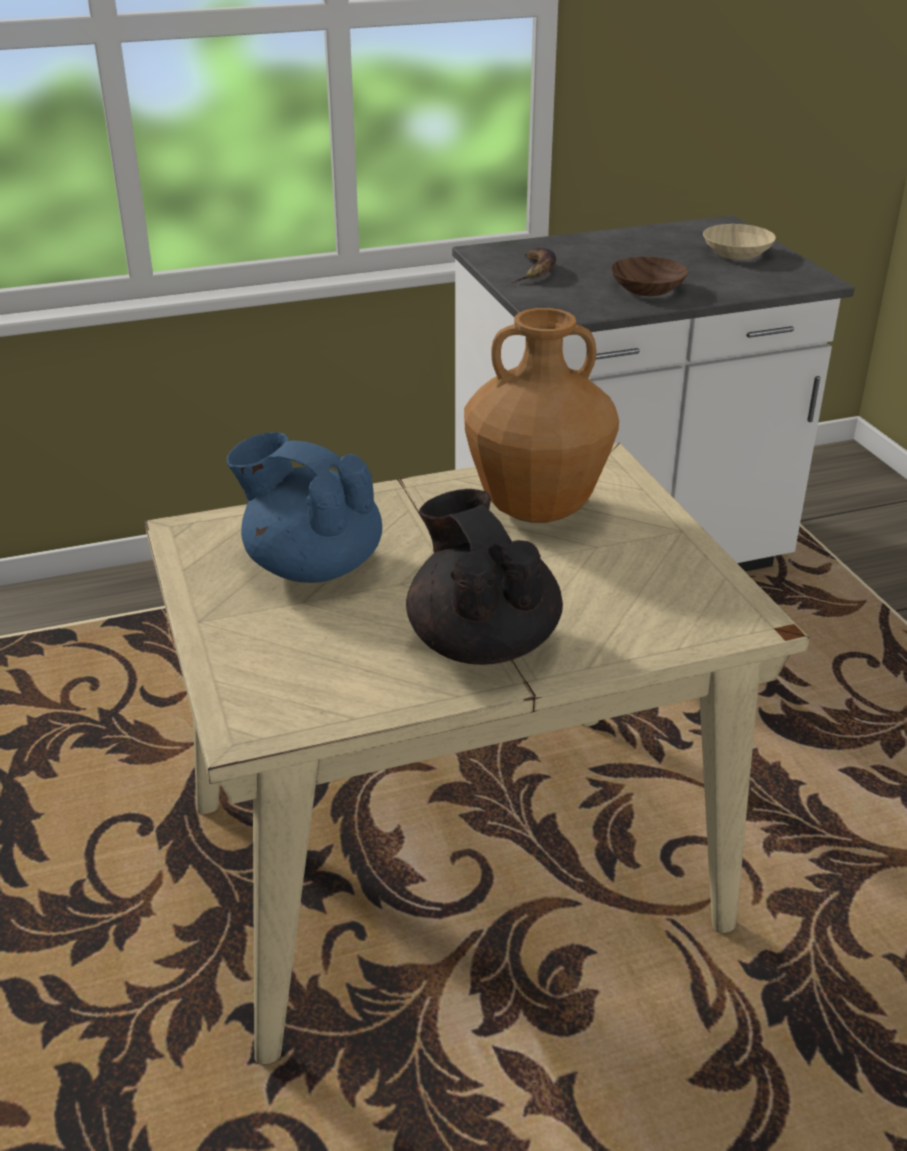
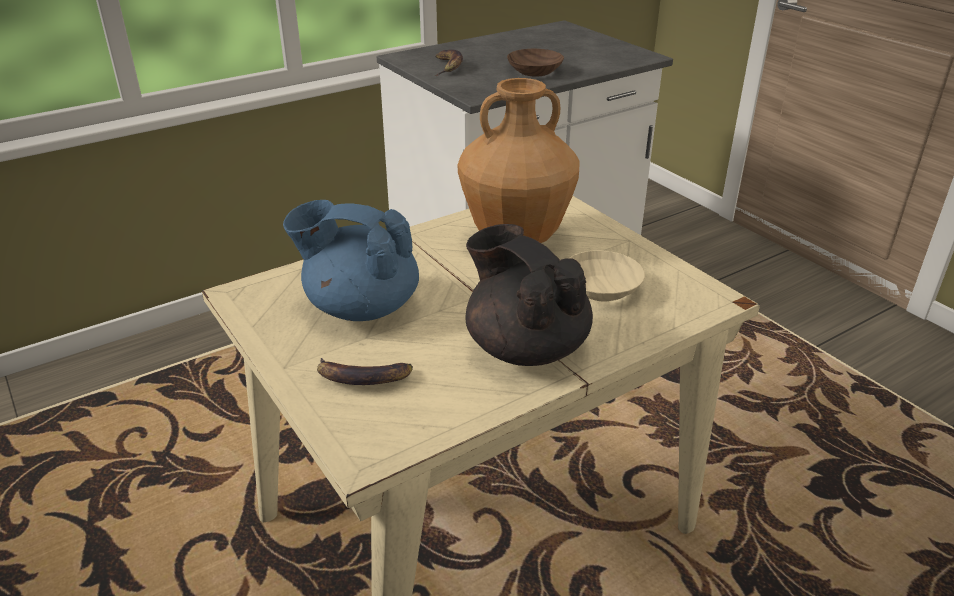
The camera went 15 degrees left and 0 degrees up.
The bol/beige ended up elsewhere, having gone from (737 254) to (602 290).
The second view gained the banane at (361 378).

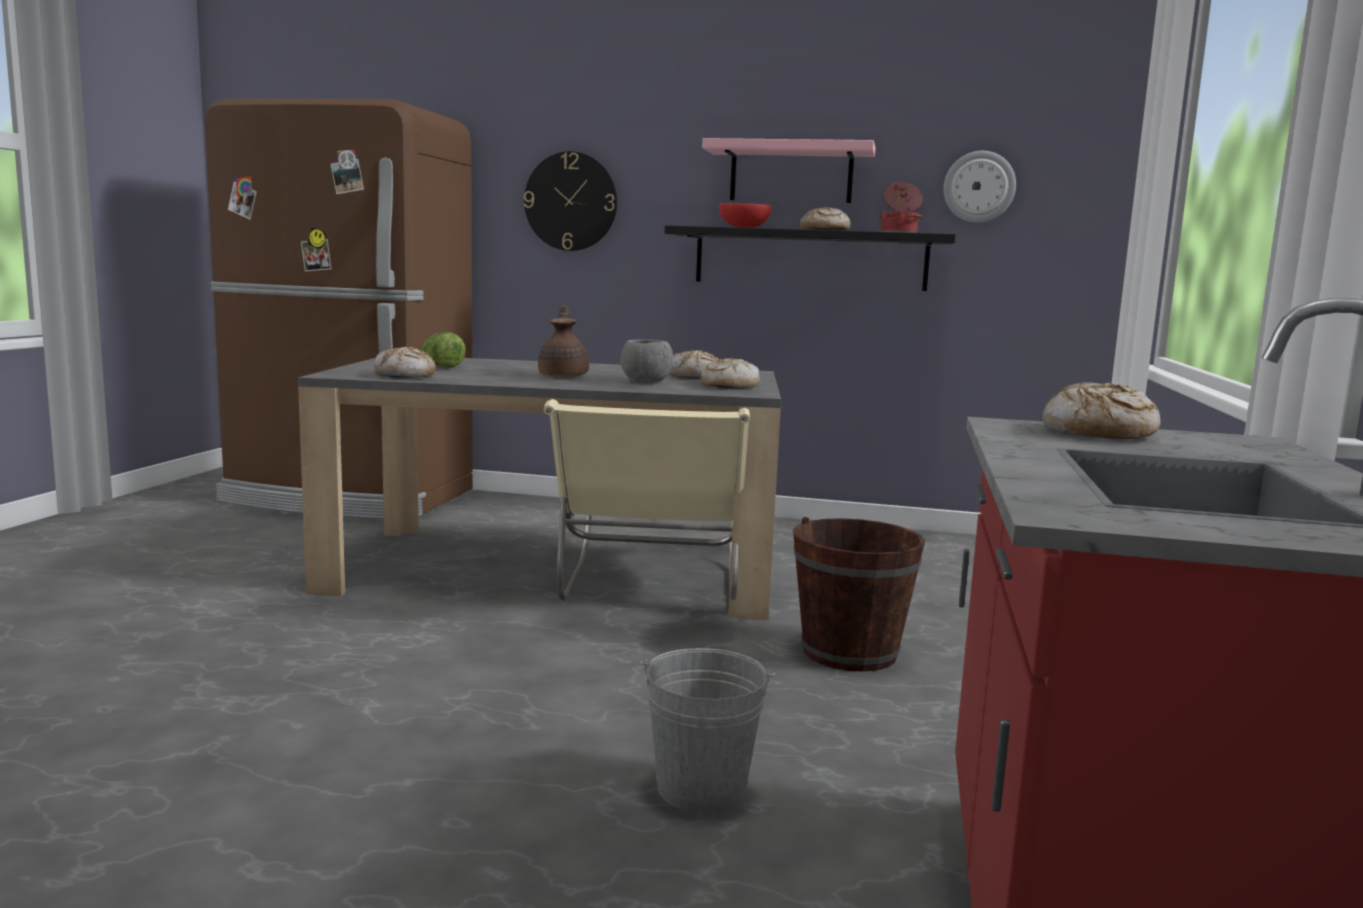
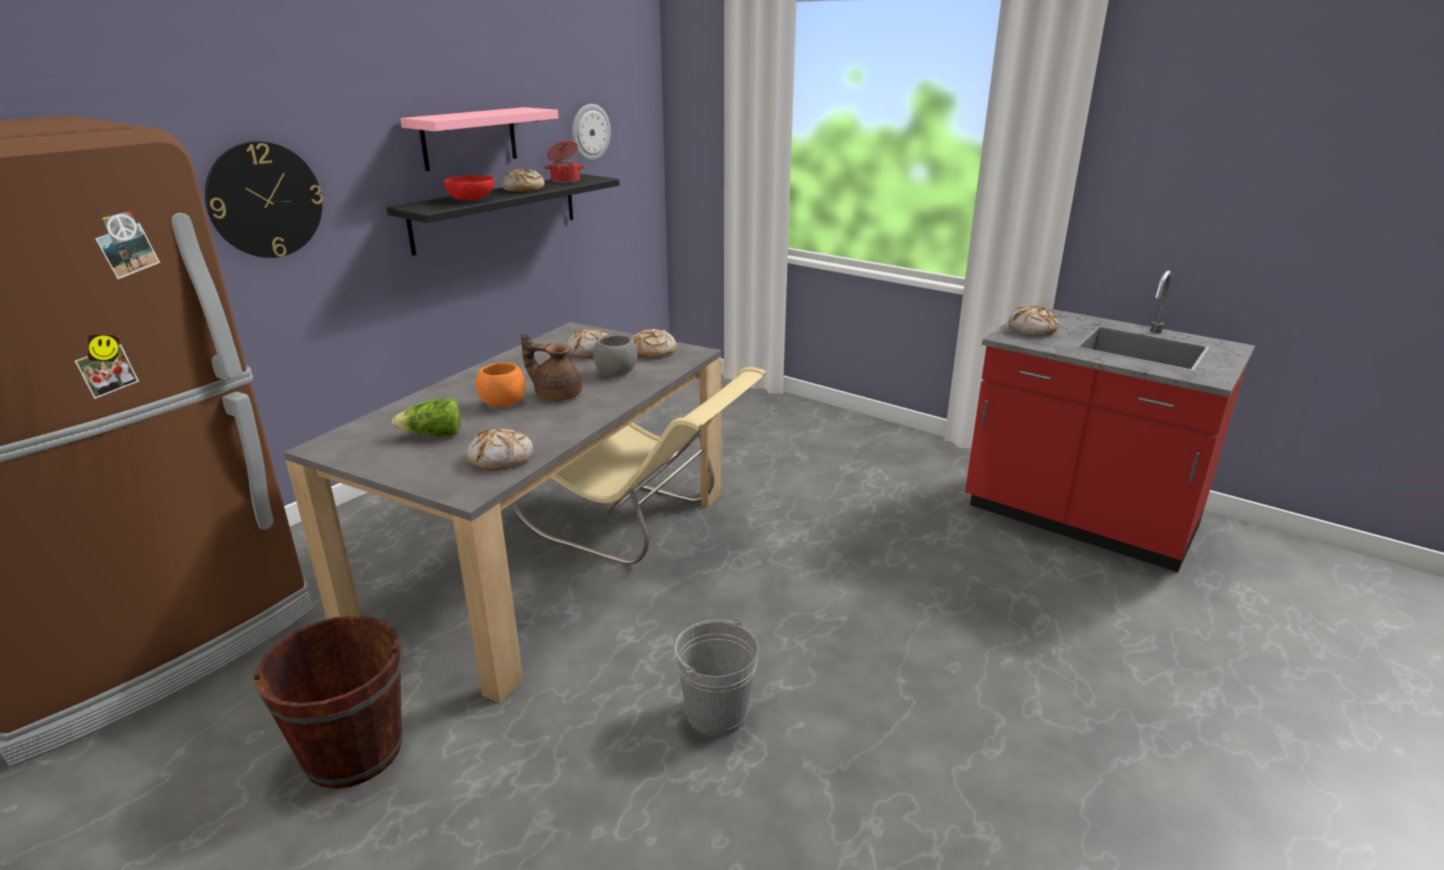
The camera went 65 degrees left and 15 degrees up.
The seau/marron ended up elsewhere, having gone from (849 652) to (353 751).
The seau/gris ended up elsewhere, having gone from (702 788) to (717 713).
The second view gained the bol/orange at (503 404).

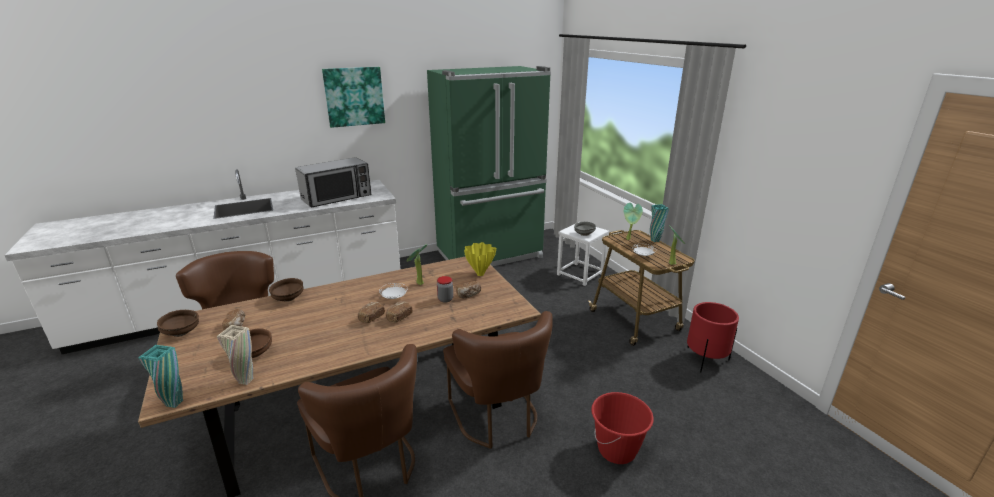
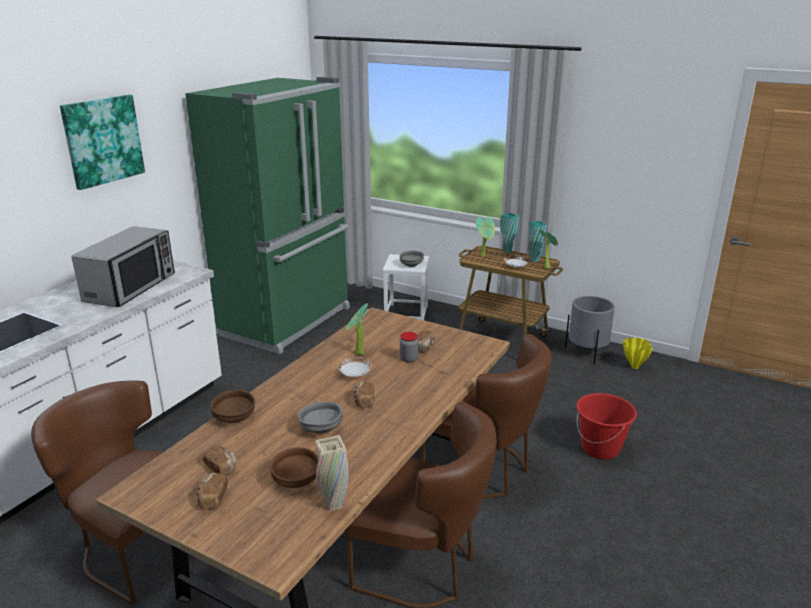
The camera went 35 degrees left and 0 degrees up.
The vase/jaune ended up elsewhere, having gone from (480 274) to (634 367).
The pain ended up elsewhere, having gone from (399 317) to (212 498).
What was the cache-pot/rouge at (705 359) turned into the cache-pot/gris at (587 353).
The second view lost the bol/marron at (182 332).
The vase/turquoise ended up elsewhere, having gone from (174 403) to (534 260).
The second view gained the bol/gris at (321 429).

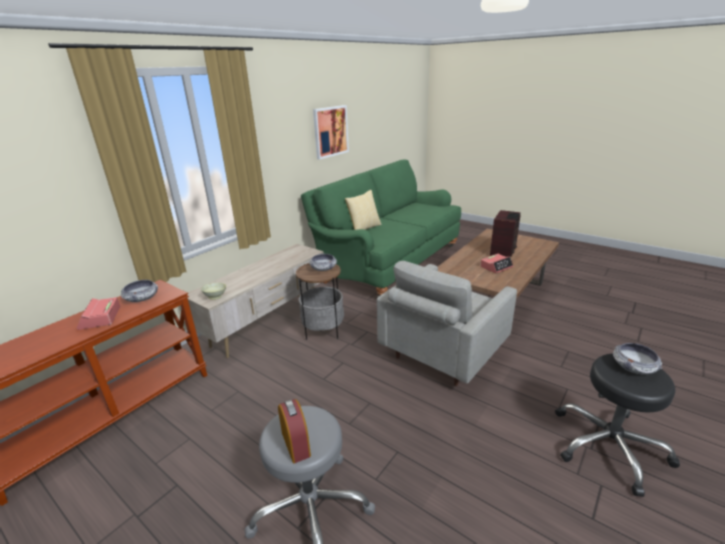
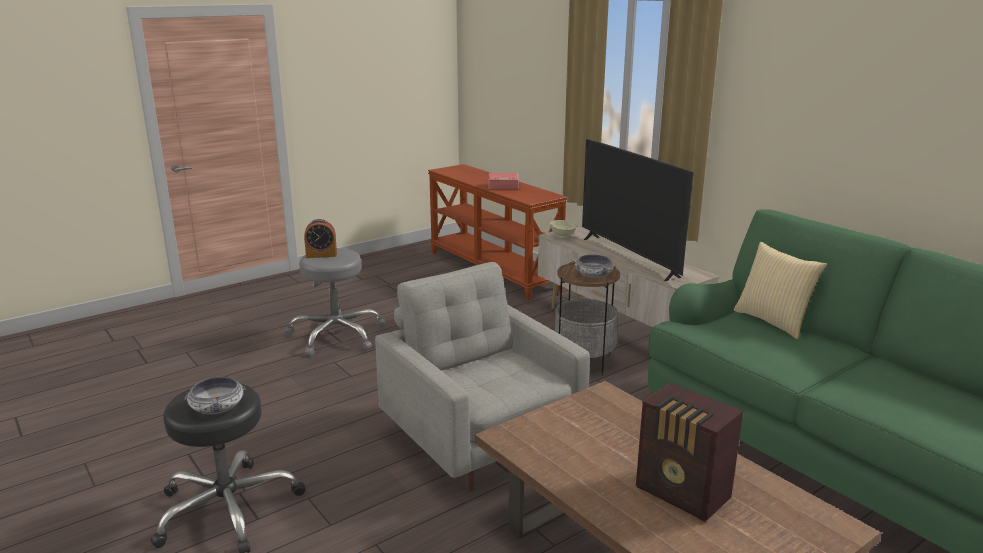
The camera went 105 degrees right and 5 degrees down.
The second view lost the tableau at (330 131).
The second view lost the réveil at (496 267).
The second view lost the bol at (142 298).
The second view gained the téléviseur at (629 257).

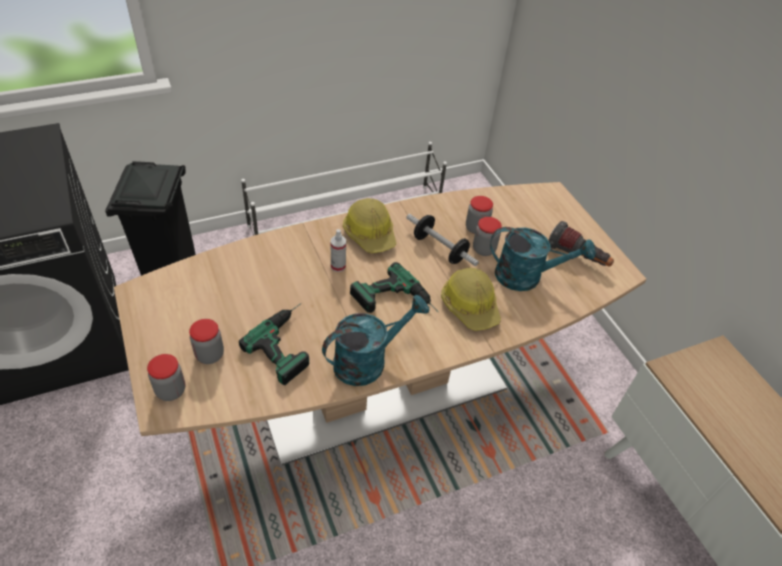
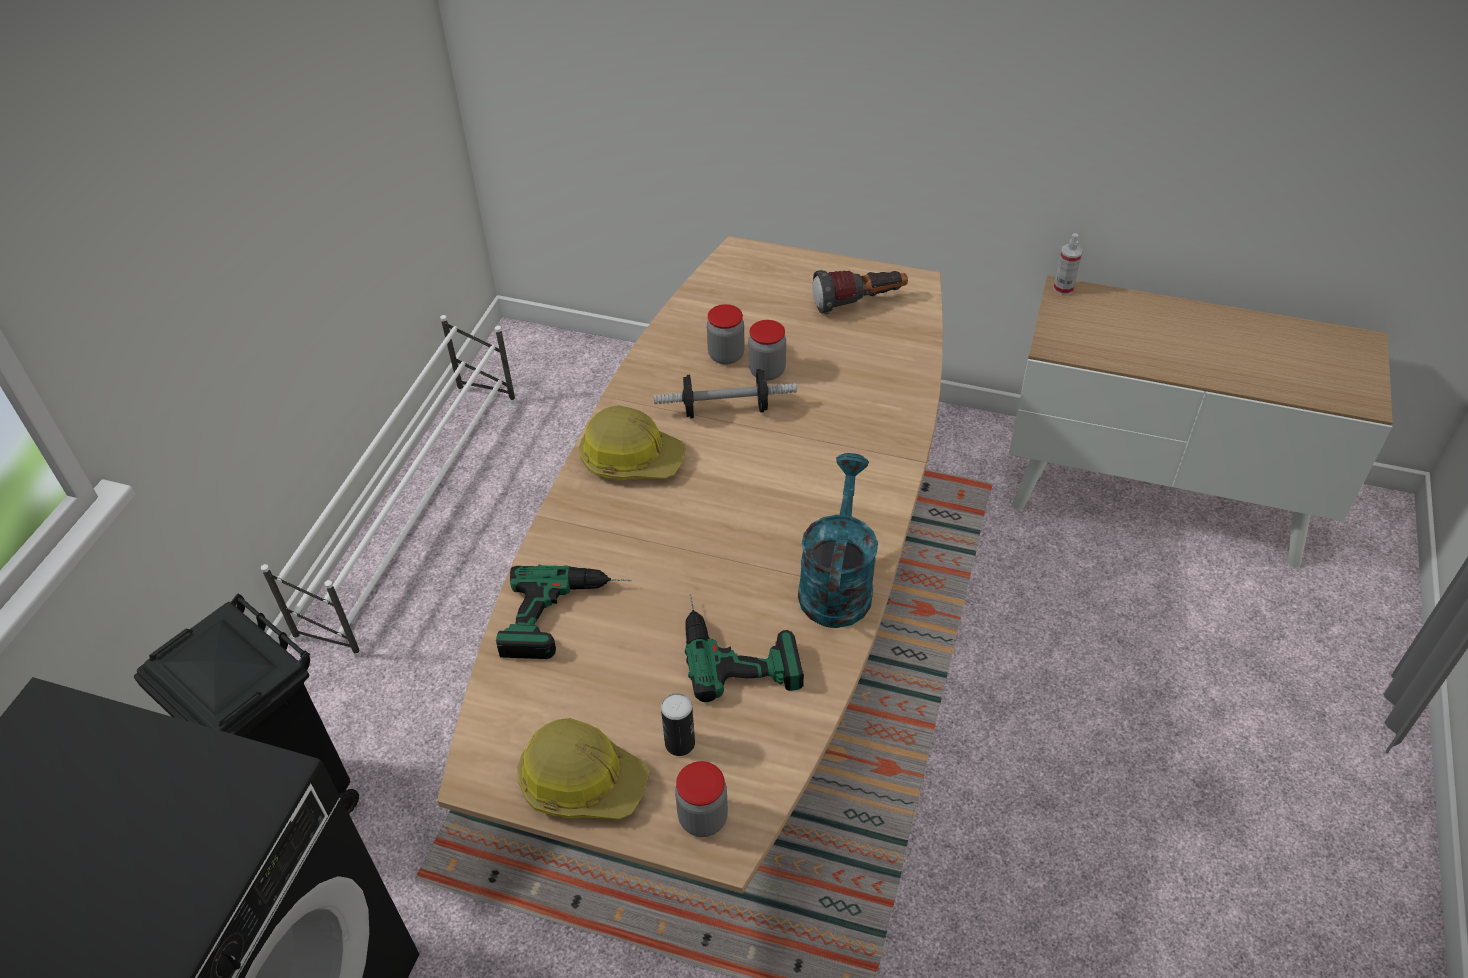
The camera went 45 degrees left and 0 degrees up.
The second view lost the arrosoir/turquoise at (526 276).
The vaporisateur ended up elsewhere, having gone from (338 266) to (1063 288).
The perceuse ended up elsewhere, having gone from (396 303) to (567 616).
The casque de chantier ended up elsewhere, having gone from (470 306) to (582 781).
Where the bocal stood at (210 355), the boîte métallique came to stand at (680 743).

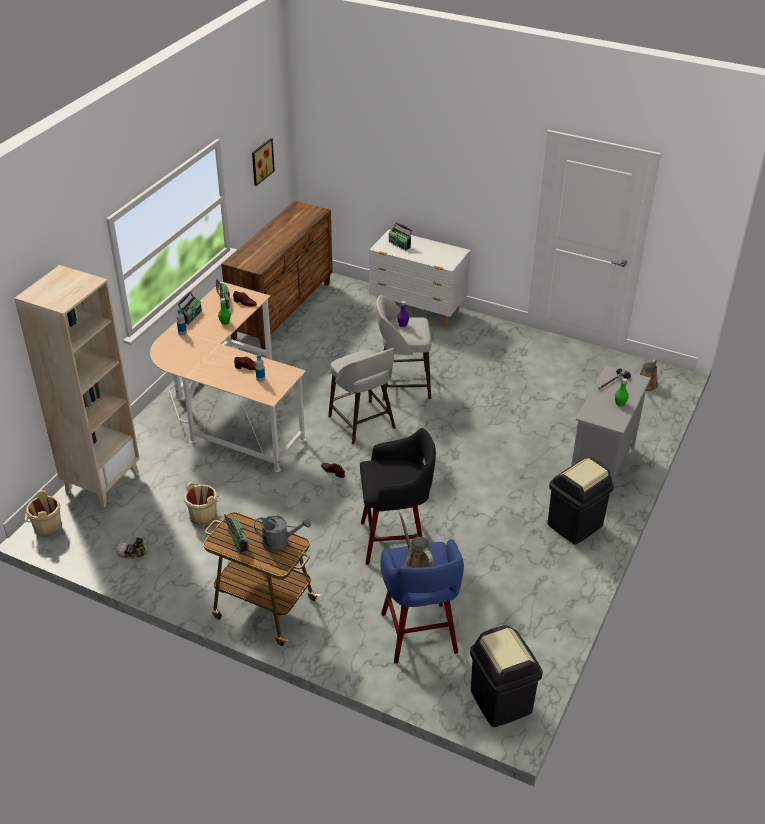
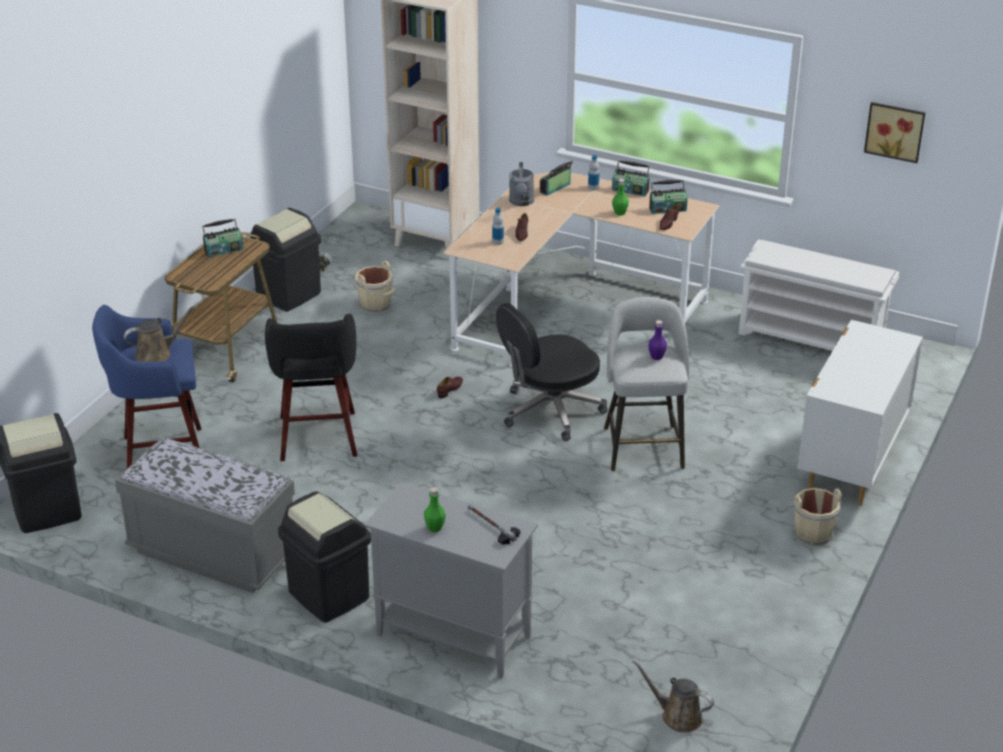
The camera went 90 degrees right and 5 degrees down.
Where the commode/marron stood at (283 310), the étagère à chaussures/blanc came to stand at (812 338).
The radio ended up elsewhere, having gone from (400 244) to (555 188).
Where the tabouret/gris stood at (362 423), the chaise de bureau/noir came to stand at (550 411).
The seau/beige ended up elsewhere, having gone from (46 528) to (812 533).
The arrosoir/gris ended up elsewhere, having gone from (280 542) to (521 202).
The second view gained the poubelle/noir at (288 294).
The second view gained the banc/gris at (213 553).

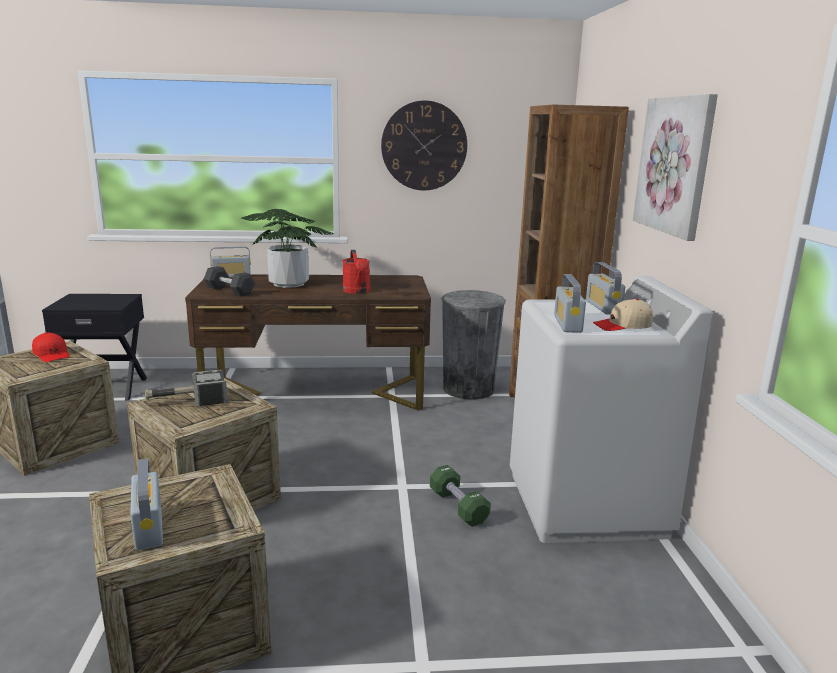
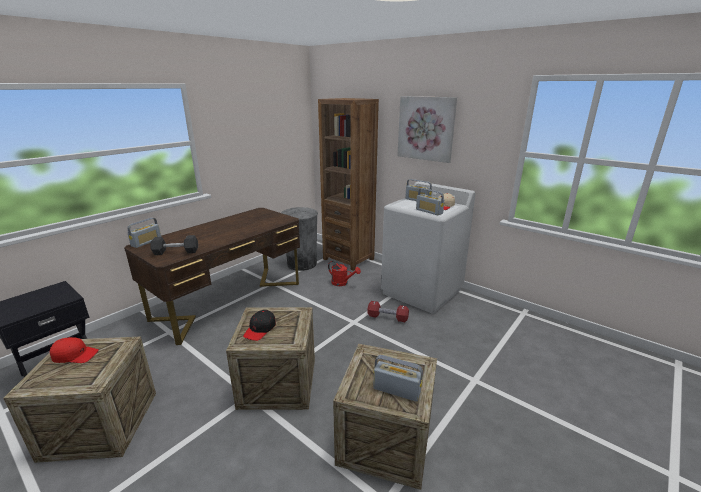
The camera went 45 degrees left and 5 degrees up.
The second view lost the horloge murale at (424 146).
The second view lost the plante en pot at (289 284).
The arrosoir/rouge ended up elsewhere, having gone from (357 291) to (342 283).
Where the marteau stood at (187 401), the casquette/noir came to stand at (260 329).
What was the haltère/vert at (458 507) turned into the haltère/rouge at (387 317).

